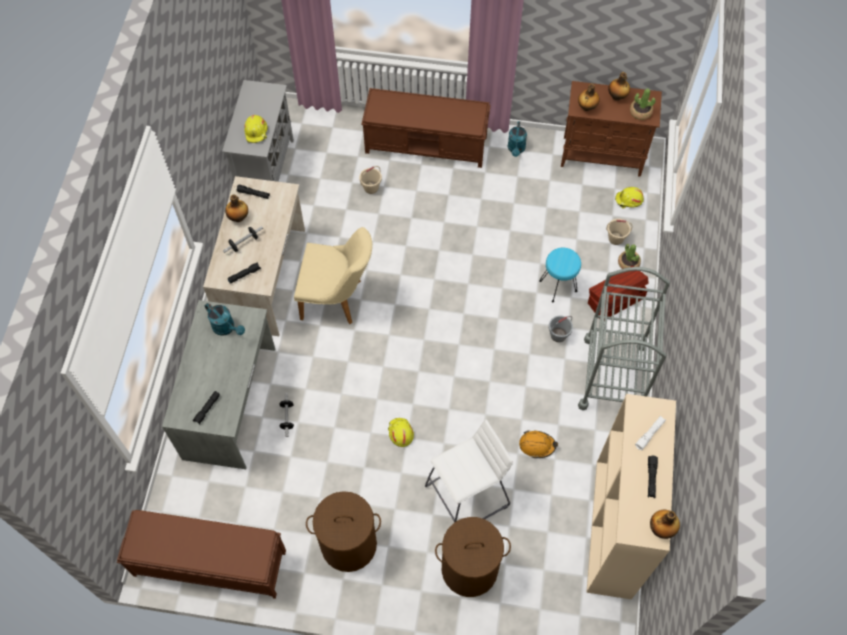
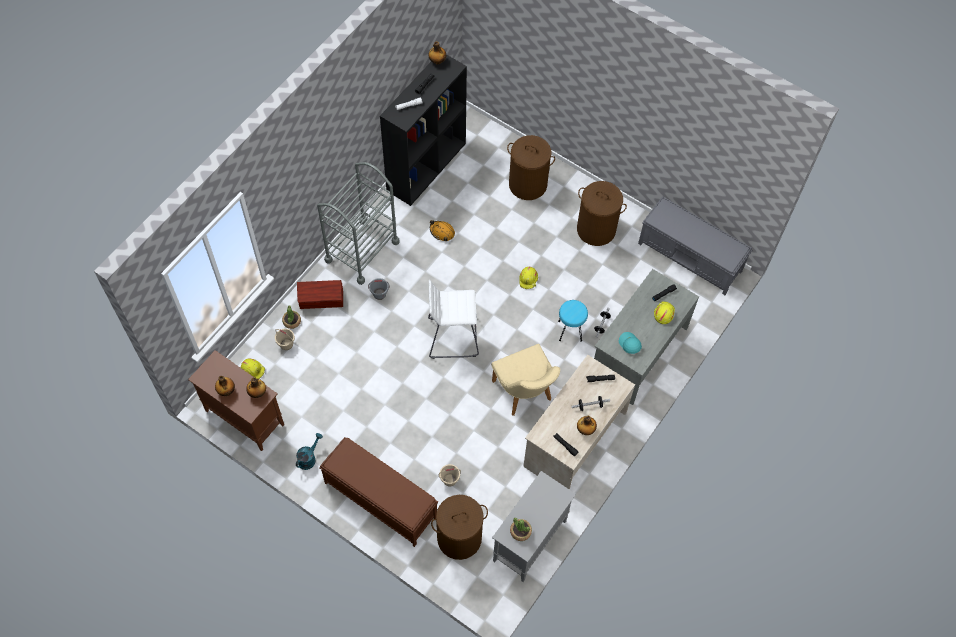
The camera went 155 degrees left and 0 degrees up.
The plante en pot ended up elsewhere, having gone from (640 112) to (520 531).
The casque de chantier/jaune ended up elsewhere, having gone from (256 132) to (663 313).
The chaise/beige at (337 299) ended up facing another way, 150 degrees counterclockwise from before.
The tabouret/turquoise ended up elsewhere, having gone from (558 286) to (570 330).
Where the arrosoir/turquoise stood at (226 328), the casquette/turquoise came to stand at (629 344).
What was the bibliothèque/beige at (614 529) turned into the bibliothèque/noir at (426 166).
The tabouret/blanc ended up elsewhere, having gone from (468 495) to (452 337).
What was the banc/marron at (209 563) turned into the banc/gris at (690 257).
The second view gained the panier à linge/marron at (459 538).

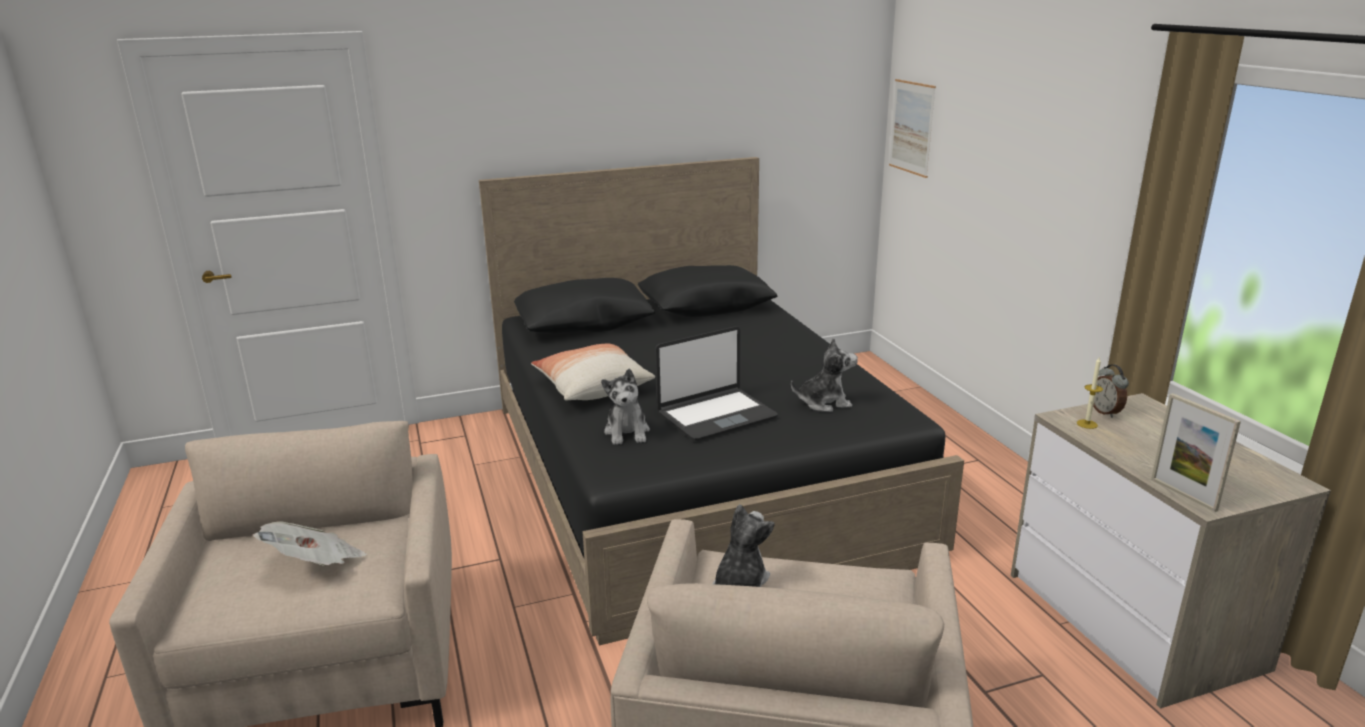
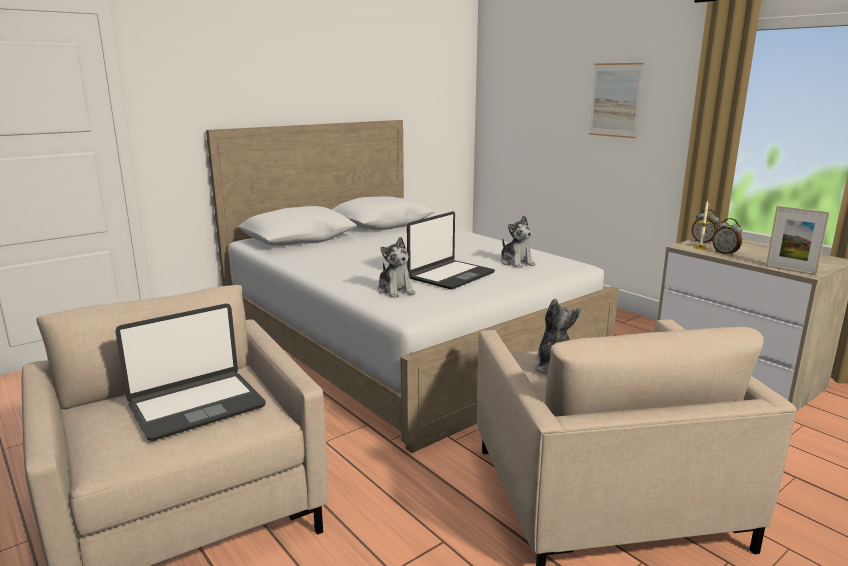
The camera went 20 degrees left and 5 degrees down.
The tableau ended up elsewhere, having gone from (911 127) to (615 100).
What was the lit/noir at (694 473) turned into the lit/blanc at (404 340).
The peluche at (824 403) ended up facing another way, 90 degrees clockwise from before.
The second view lost the coussin at (592 387).
Where the journal stood at (316 564), the ordinateur portable came to stand at (196 405).
The second view gained the réveil at (725 253).

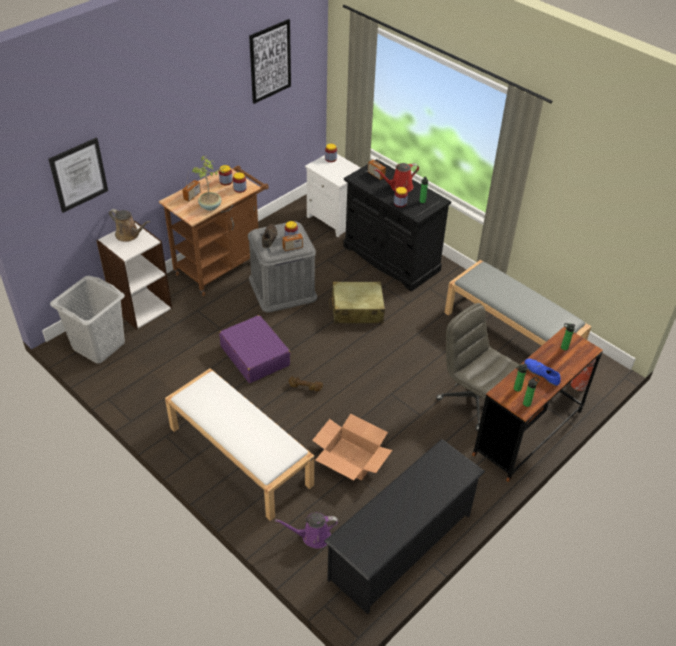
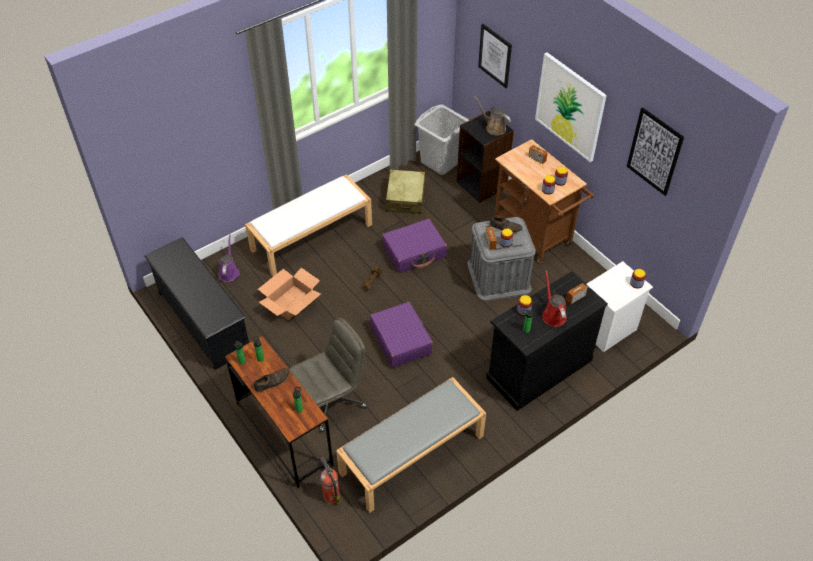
The camera went 100 degrees right and 5 degrees up.
The second view lost the plante en pot at (210 207).
The arrosoir/marron at (129 235) ended up facing another way, 90 degrees clockwise from before.
What was the bibliothèque/blanc at (141 307) turned into the bibliothèque/noir at (482 184).
The valise/beige ended up elsewhere, having gone from (356 310) to (405 198).
What was the chaussure/bleu at (541 373) turned into the chaussure/marron at (272 381).
The second view gained the tableau at (570 107).
The second view gained the valise/violet at (401 340).

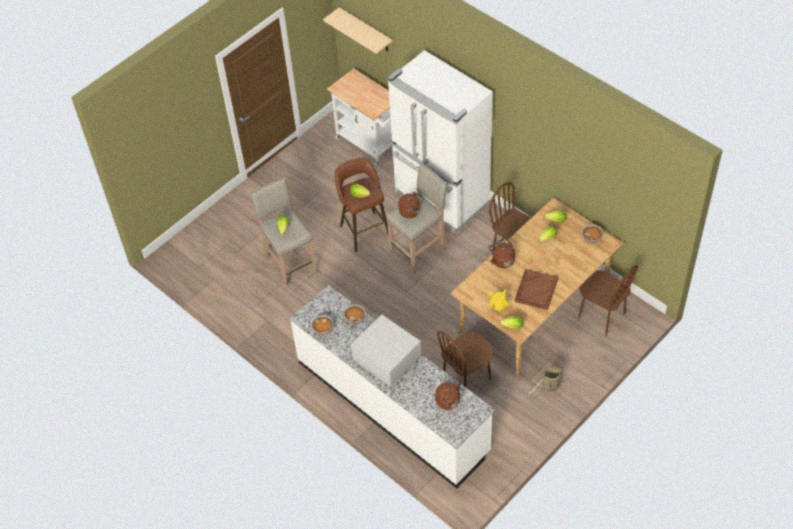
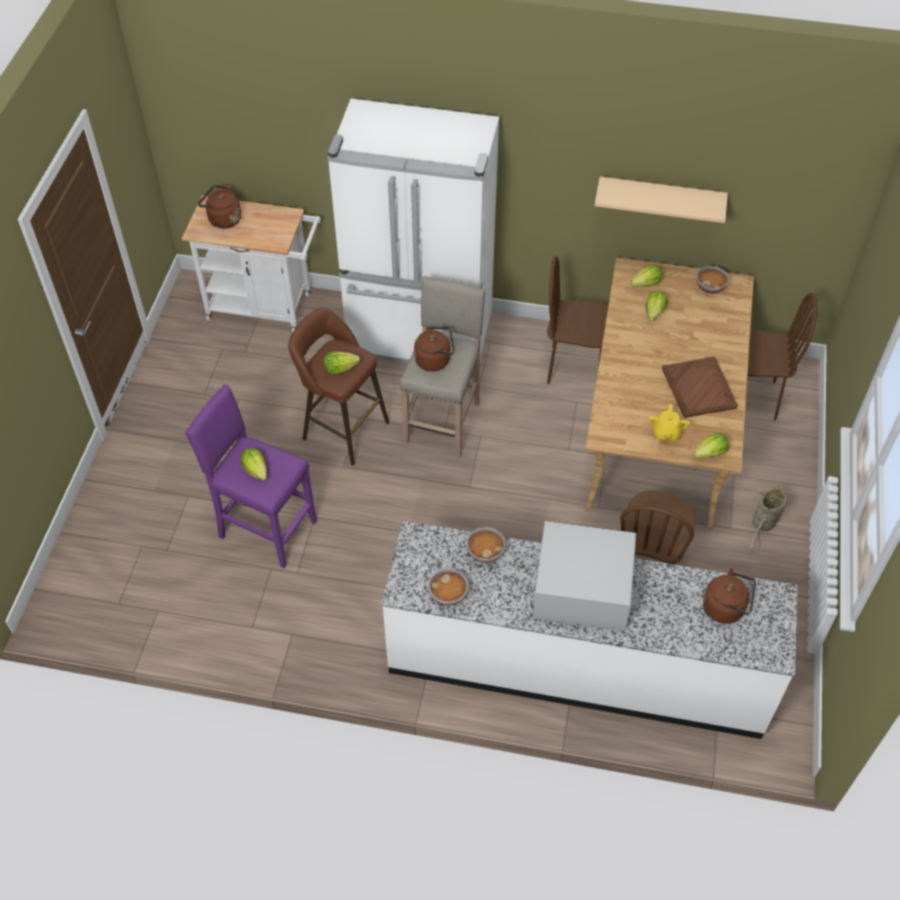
The camera went 35 degrees left and 0 degrees up.
The étagère/beige ended up elsewhere, having gone from (366 30) to (660 197).
What was the tabouret/beige at (290 264) turned into the tabouret/violet at (265 528).
The bouilloire/marron ended up elsewhere, having gone from (502 260) to (222 219).

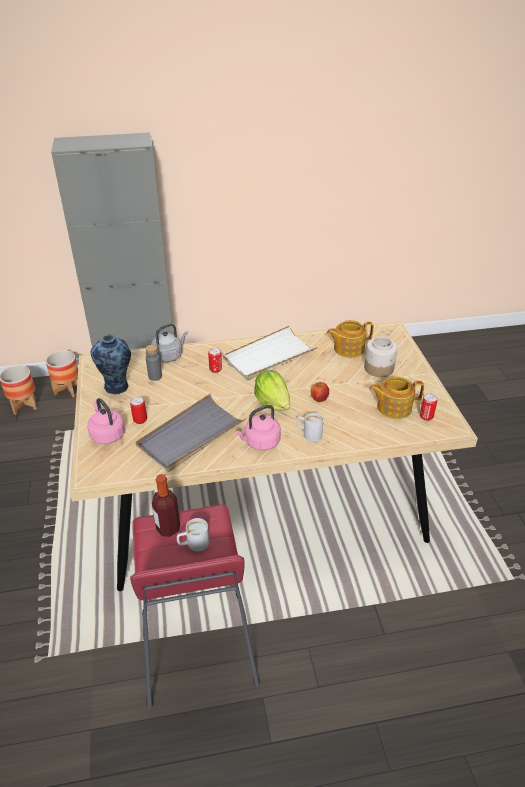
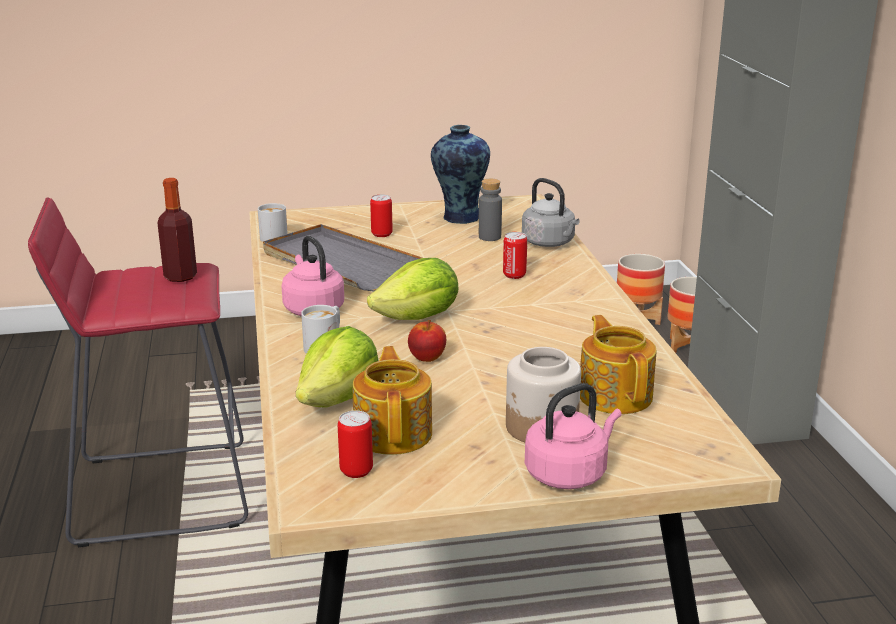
The camera went 90 degrees right and 15 degrees down.
The second view lost the plateau/blanc at (269 356).
The bouilloire/rose ended up elsewhere, having gone from (107 434) to (569 473).
The mug/blanc ended up elsewhere, having gone from (193 544) to (272 236).
The second view gained the laitue at (339 399).

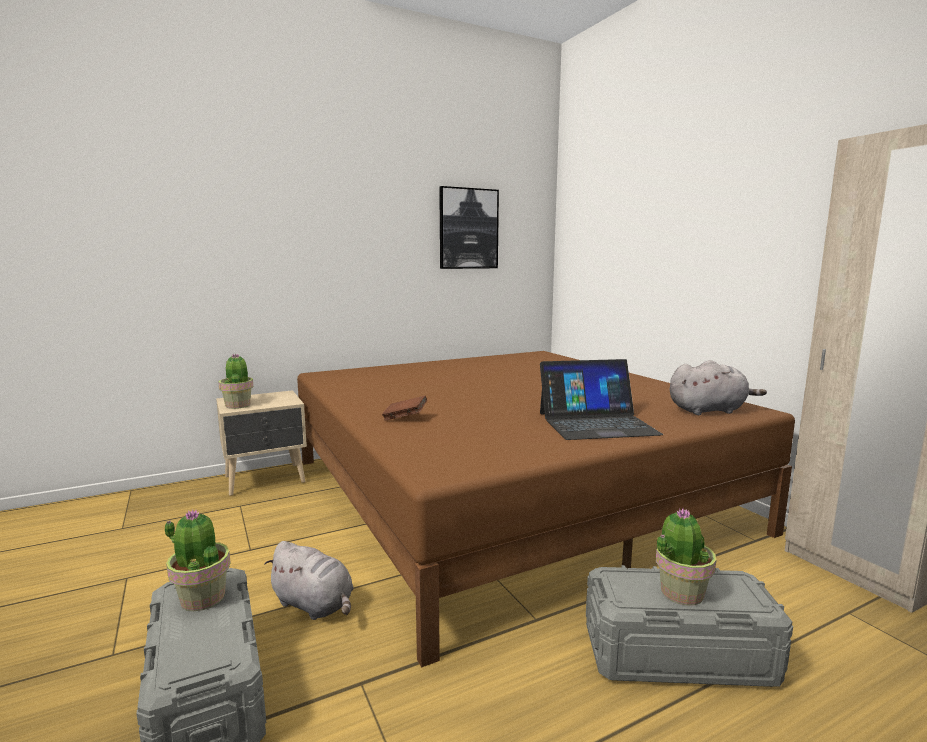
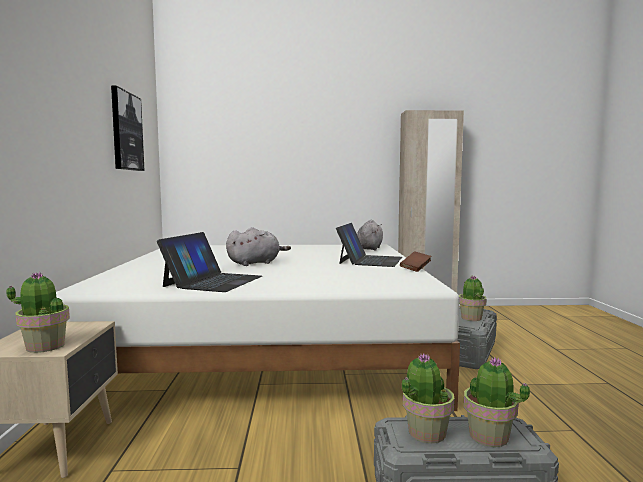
The camera went 65 degrees left and 5 degrees down.
What was the lit/marron at (507 493) turned into the lit/blanc at (270 346).
The livre/marron ended up elsewhere, having gone from (405 418) to (415 269).
The peluche/gris ended up elsewhere, having gone from (315 605) to (255 263).
The second view gained the ordinateur portable at (213 281).
The second view gained the plante en pot at (489 437).

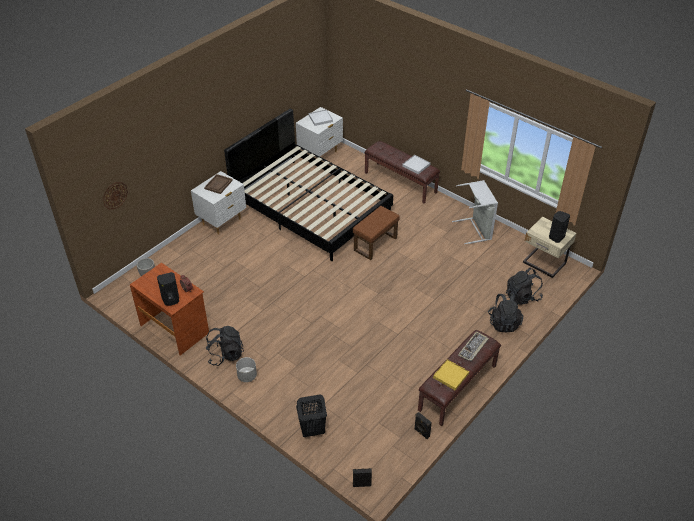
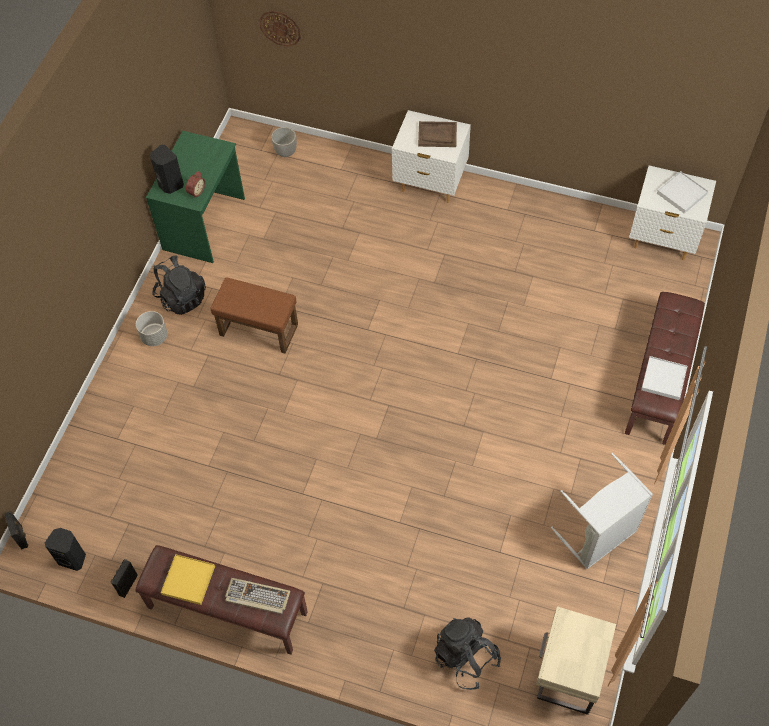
The camera went 70 degrees right and 15 degrees up.
The second view lost the lit/noir at (311 207).
The pouf/marron ended up elsewhere, having gone from (375 243) to (260 329).
The enceinte/noir ended up elsewhere, having gone from (556 237) to (73 558).
What was the bureau/marron at (175 328) turned into the bureau/vert at (205 224).
The second view lost the sac à dos/noir at (503 322).
The second view lost the panier à linge/noir at (312 430).

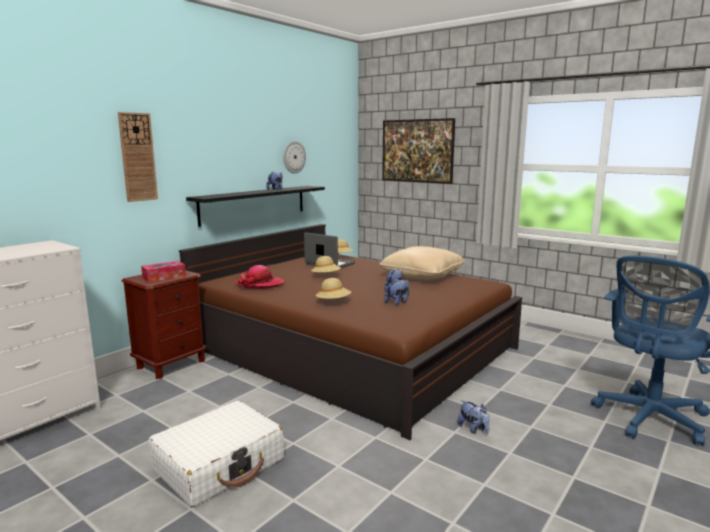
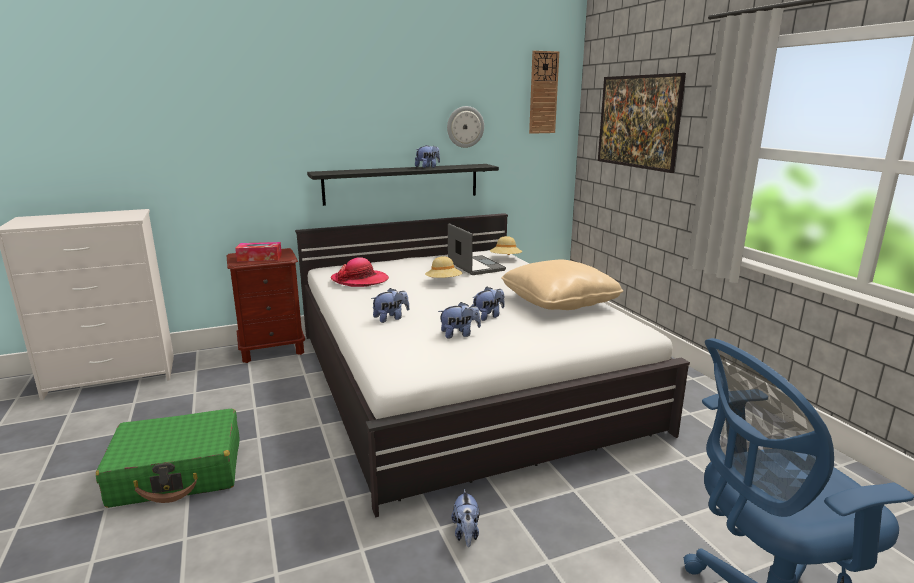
The camera went 30 degrees right and 5 degrees up.
The horloge murale ended up elsewhere, having gone from (138 157) to (543 93).
What was the lit/marron at (351 348) turned into the lit/blanc at (459 377).
Where the chapeau/beige stood at (333 302), the peluche came to stand at (391 318).
What was the valise/blanc at (220 465) turned into the valise/vert at (178 472).

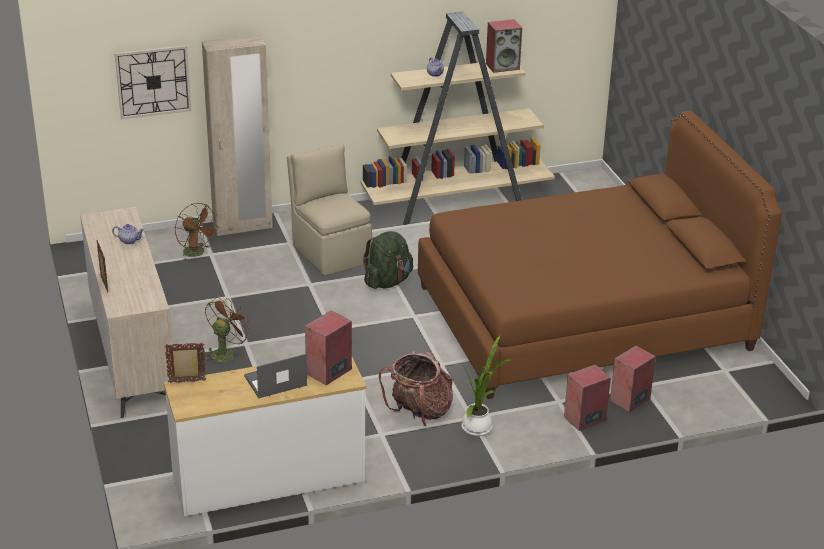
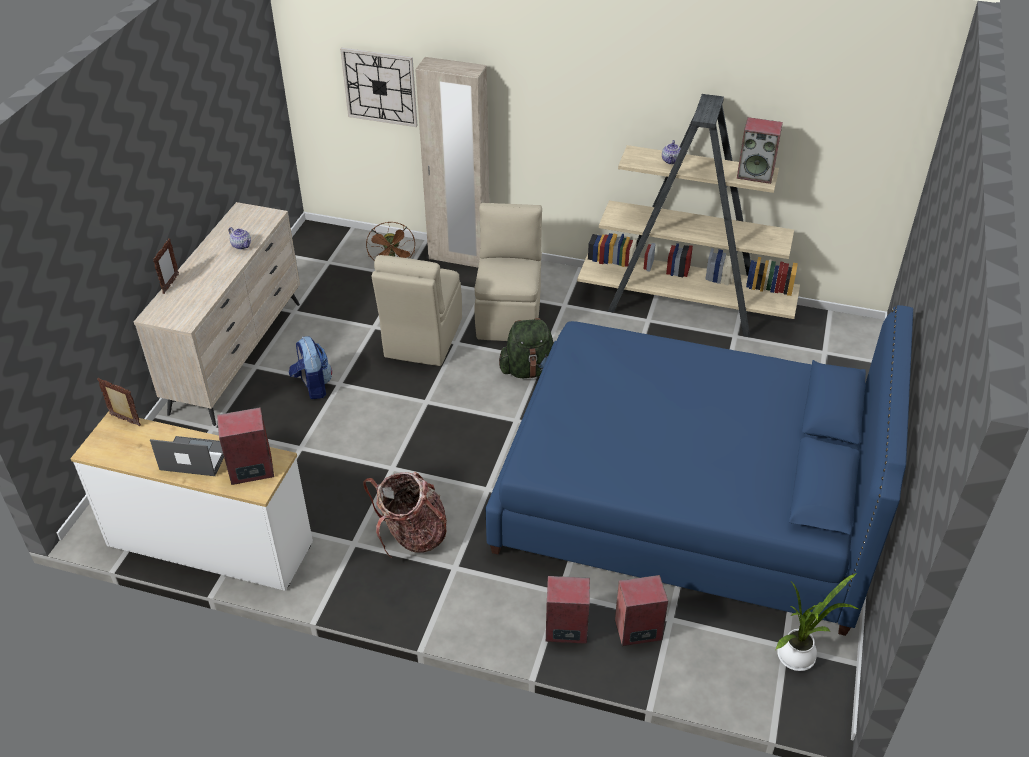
The camera went 35 degrees right and 10 degrees up.
What was the lit/marron at (583 317) turned into the lit/bleu at (685 499).
Where the ventilateur/marron stood at (225 353), the sac à dos came to stand at (313 386).
The plante en pot ended up elsewhere, having gone from (478 426) to (799 656).
The second view gained the chaise/beige at (422 339).

